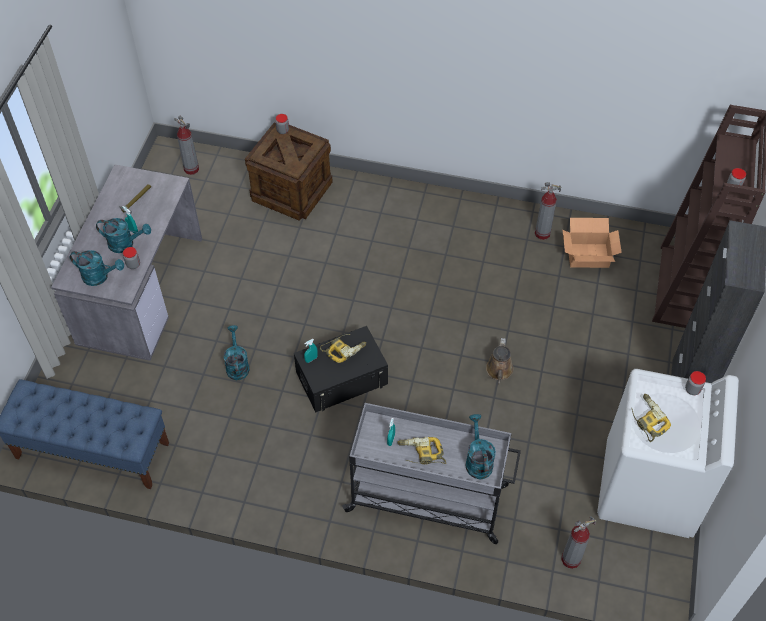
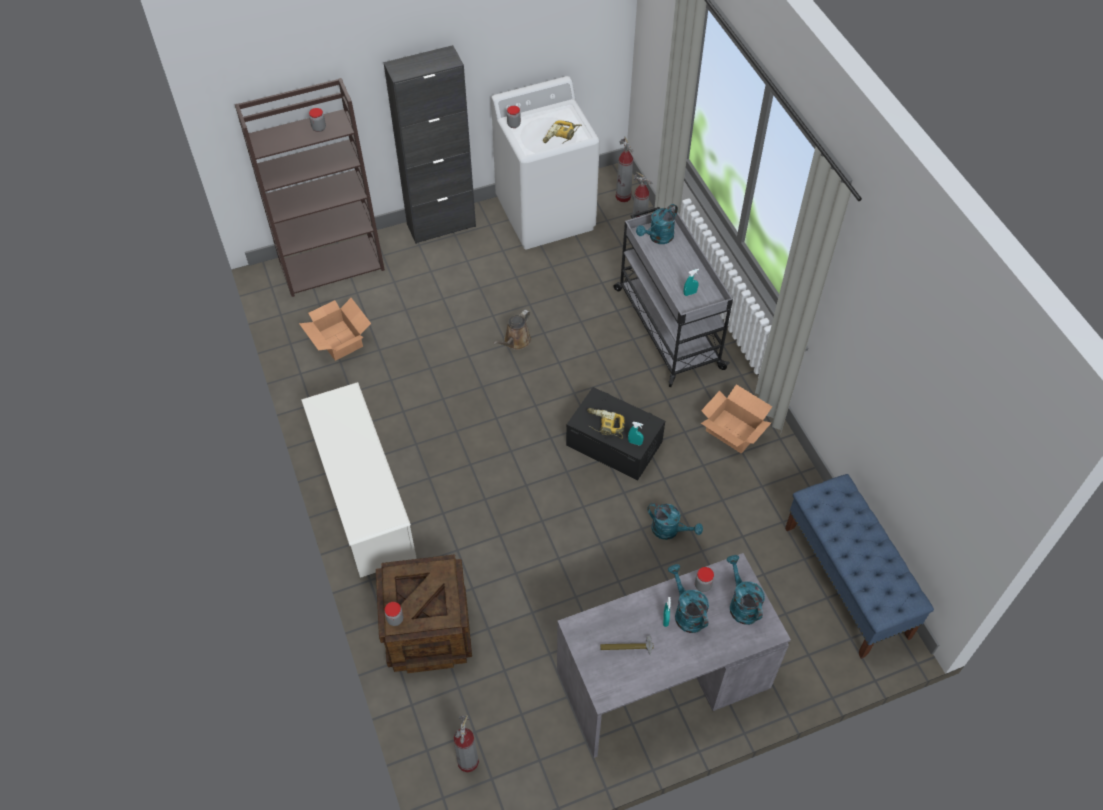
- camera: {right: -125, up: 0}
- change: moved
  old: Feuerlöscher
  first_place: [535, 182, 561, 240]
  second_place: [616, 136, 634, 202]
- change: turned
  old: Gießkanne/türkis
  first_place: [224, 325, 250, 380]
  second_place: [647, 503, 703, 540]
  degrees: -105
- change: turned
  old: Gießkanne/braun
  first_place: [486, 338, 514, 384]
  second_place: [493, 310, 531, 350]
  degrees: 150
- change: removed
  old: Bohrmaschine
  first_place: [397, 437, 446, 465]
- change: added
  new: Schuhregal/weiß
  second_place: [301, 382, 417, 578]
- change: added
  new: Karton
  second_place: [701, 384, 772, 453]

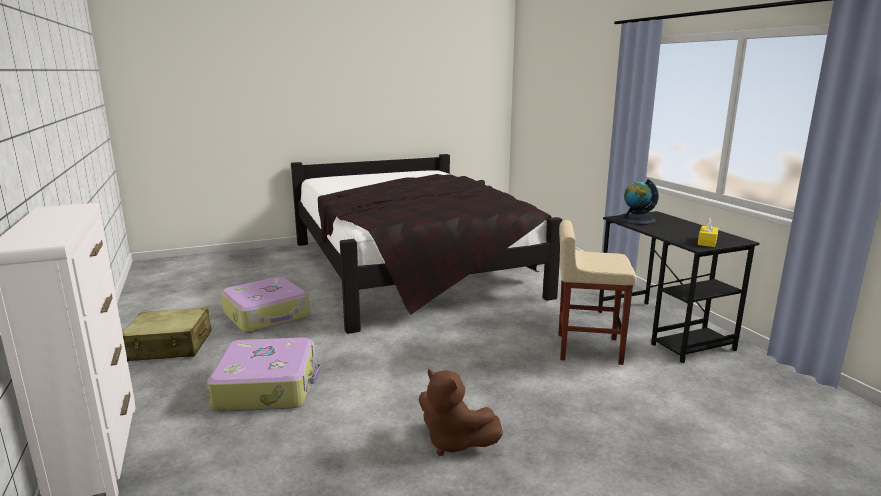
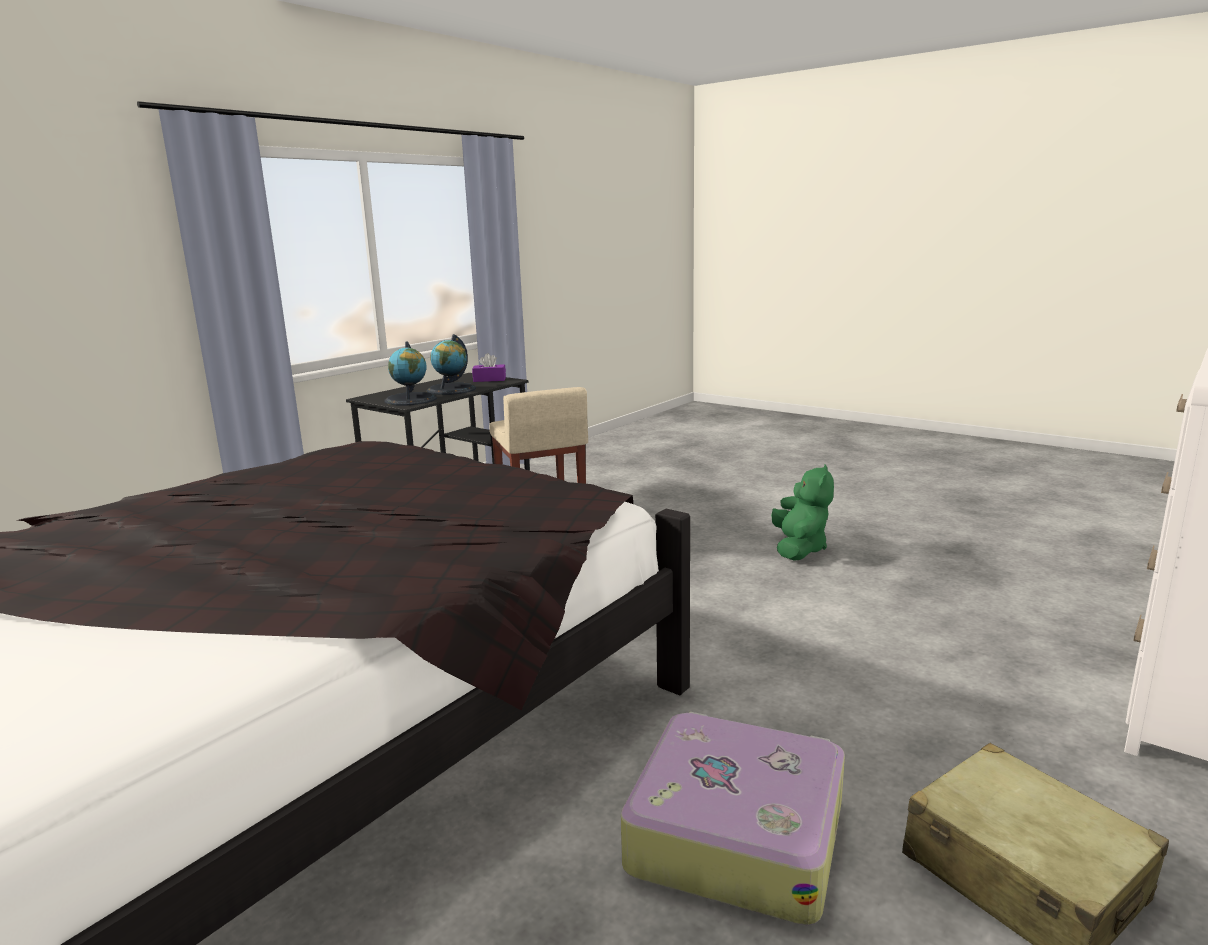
- camera: {right: -120, up: 0}
- change: recoloured
  old: Taschentuchbox/gelb
  new: Taschentuchbox/lila
  first_place: [698, 218, 719, 247]
  second_place: [472, 353, 506, 382]
- change: removed
  old: Koffer
  first_place: [207, 338, 321, 412]
- change: recoloured
  old: Plüschtier/braun
  new: Plüschtier/grün
  first_place: [419, 369, 503, 456]
  second_place: [771, 464, 834, 561]
- change: added
  new: Globus
  second_place: [426, 334, 476, 395]

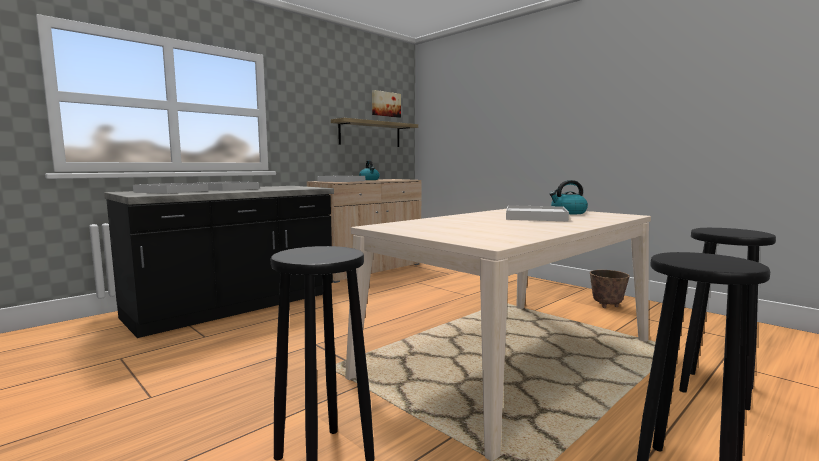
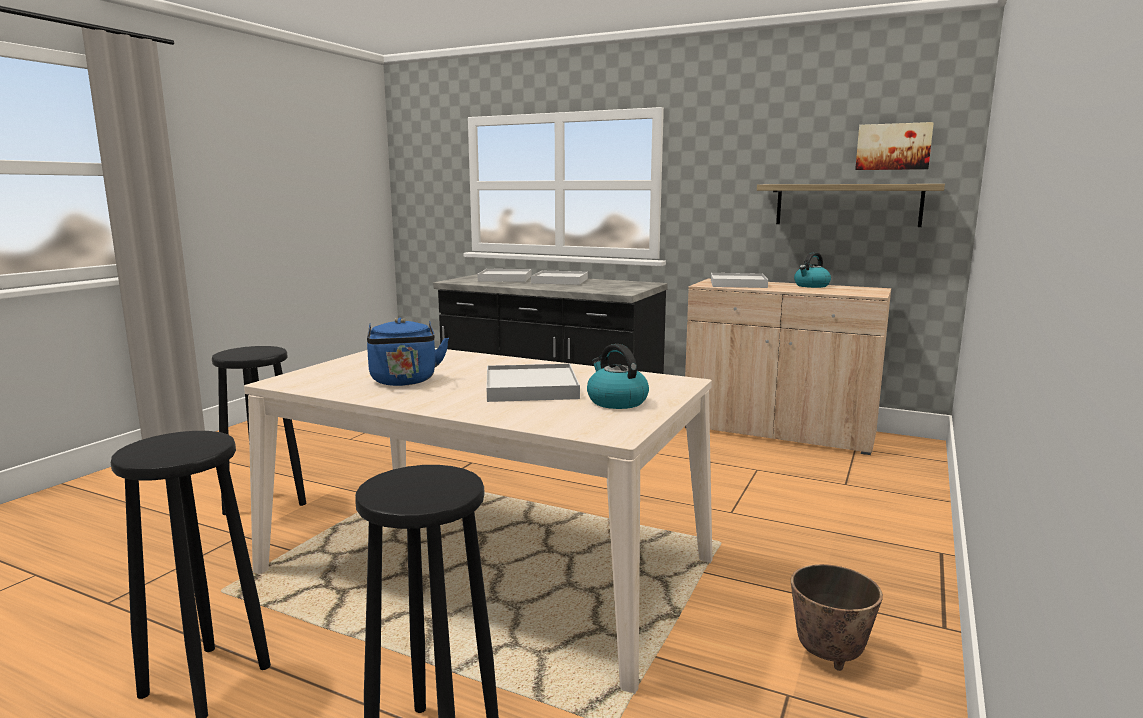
- camera: {right: 70, up: 5}
- change: added
  new: Wasserkessel/blau
  second_place: [367, 318, 449, 386]

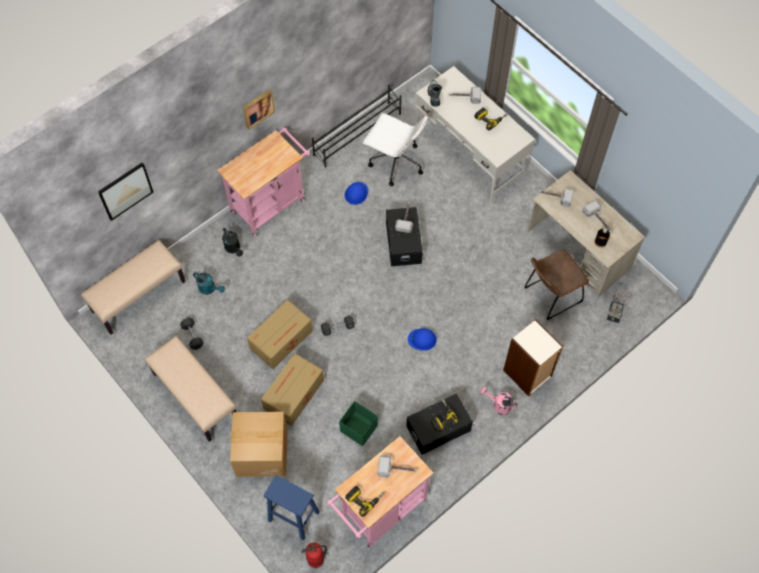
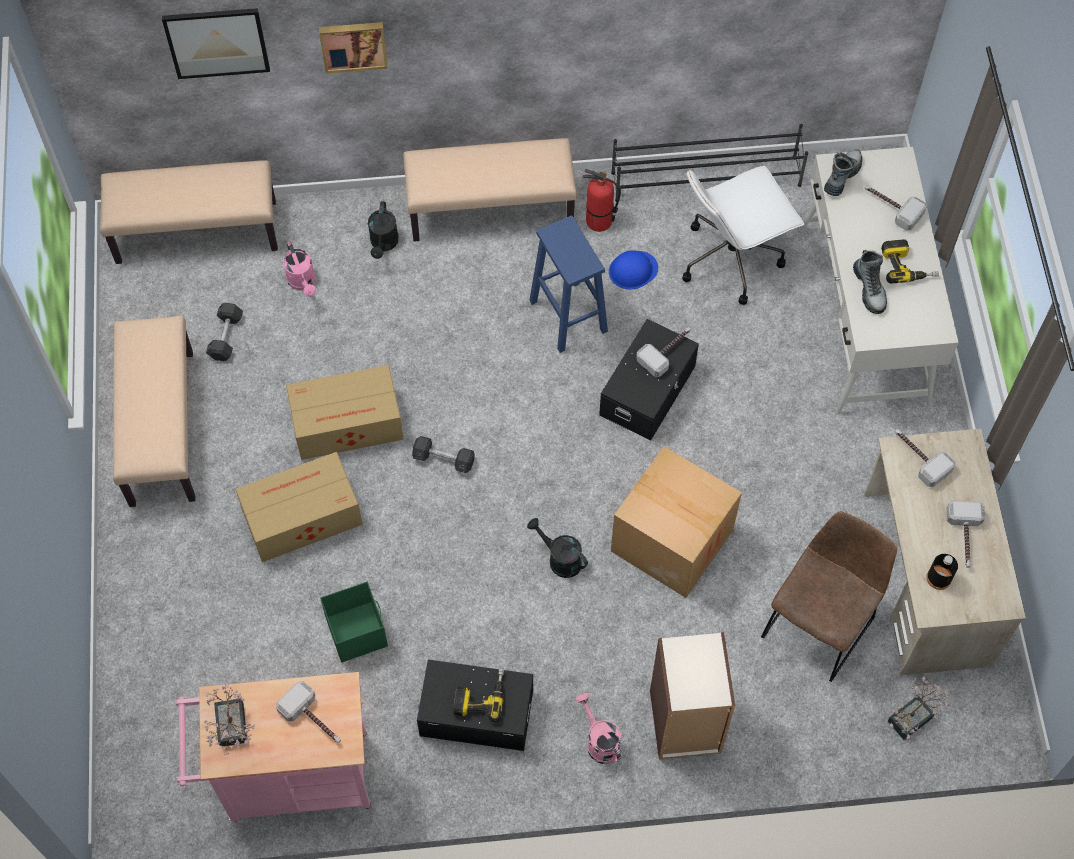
- camera: {right: 35, up: 0}
- change: moved
  old: Bild
  first_place: [243, 89, 275, 130]
  second_place: [319, 22, 388, 73]
- change: turned
  old: Bürostuhl/weiß
  first_place: [363, 113, 428, 186]
  second_place: [683, 166, 804, 305]
  degrees: 90
- change: replaced
  old: Rollwagen/rosa
  new: Bank/beige
  first_place: [217, 127, 310, 237]
  second_place: [403, 138, 577, 242]
- change: turned
  old: Stuhl/braun
  first_place: [524, 250, 589, 320]
  second_place: [761, 512, 897, 682]
  degrees: 120
- change: recoloured
  old: Gießkanne/türkis
  new: Gießkanne/rosa
  first_place: [193, 272, 225, 295]
  second_place: [283, 242, 316, 297]
- change: replaced
  old: Schutzhelm/blau
  new: Gießkanne/schwarz
  first_place: [408, 328, 437, 351]
  second_place: [527, 518, 588, 578]
- change: moved
  old: Karton
  first_place: [230, 412, 288, 477]
  second_place: [611, 446, 742, 598]
- change: moved
  old: Hocker/blau
  first_place: [263, 475, 320, 540]
  second_place: [529, 216, 608, 353]
- change: replaced
  old: Bohrmaschine
  new: Topfpflanze
  first_place: [345, 486, 384, 517]
  second_place: [204, 683, 255, 755]
- change: moved
  old: Feuerlöscher
  first_place: [301, 543, 327, 568]
  second_place: [583, 169, 621, 232]
- change: added
  new: Stiefel
  second_place: [853, 250, 887, 314]

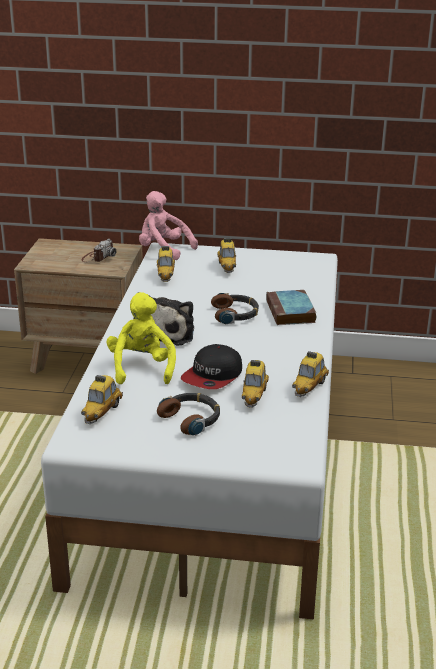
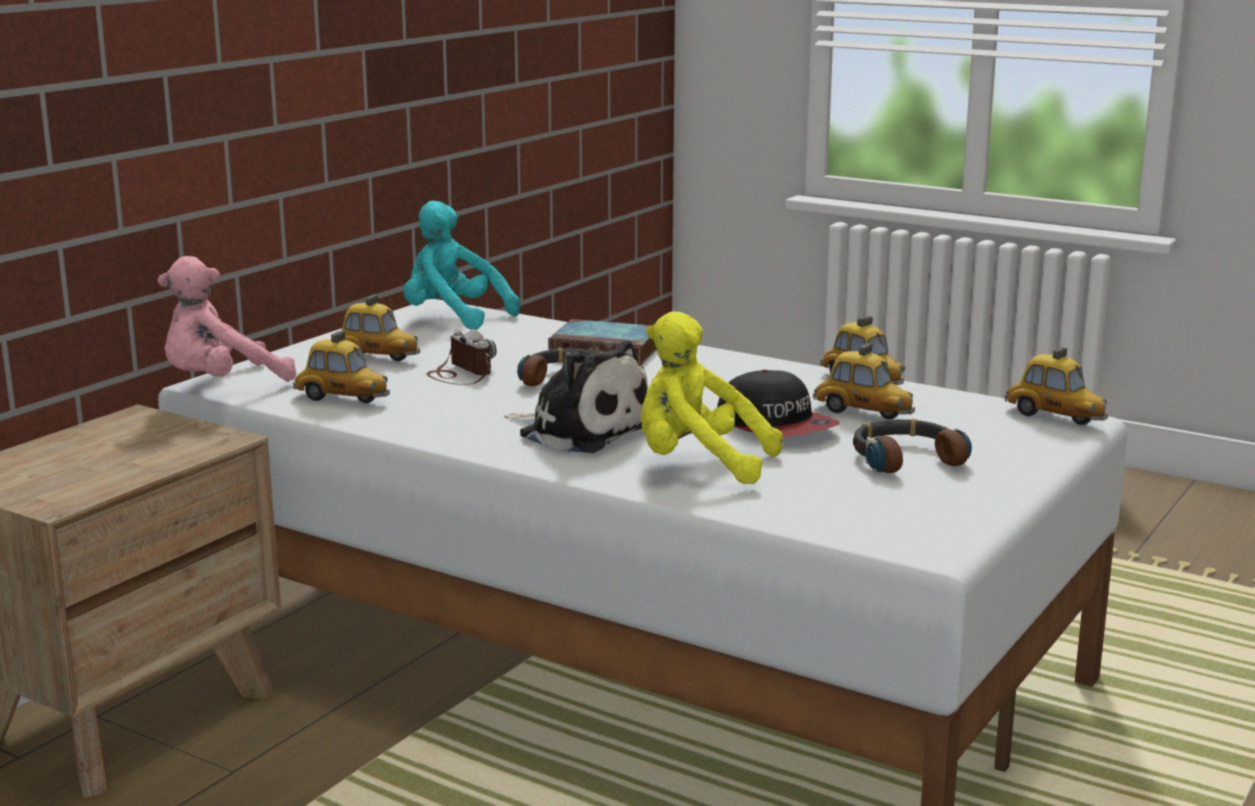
- camera: {right: -65, up: -10}
- change: moved
  old: Kamera
  first_place: [81, 239, 116, 262]
  second_place: [427, 329, 496, 385]
- change: moved
  old: Spielzeugauto
  first_place: [81, 375, 123, 424]
  second_place: [1005, 347, 1108, 425]
- change: added
  new: Plüschtier/türkis
  second_place: [403, 201, 520, 330]

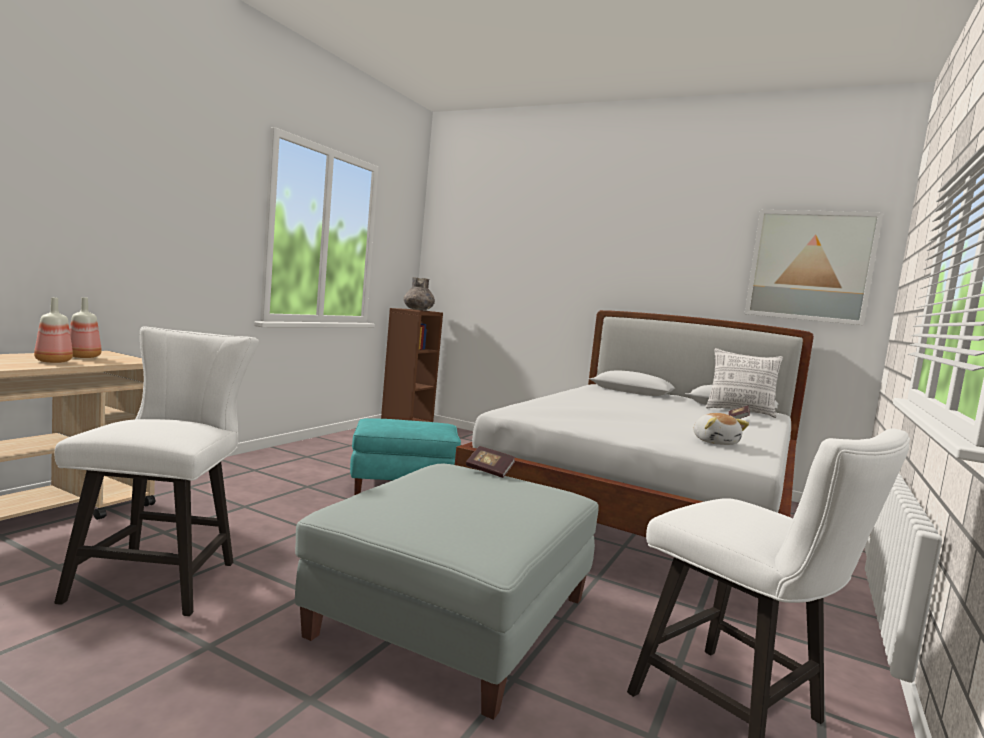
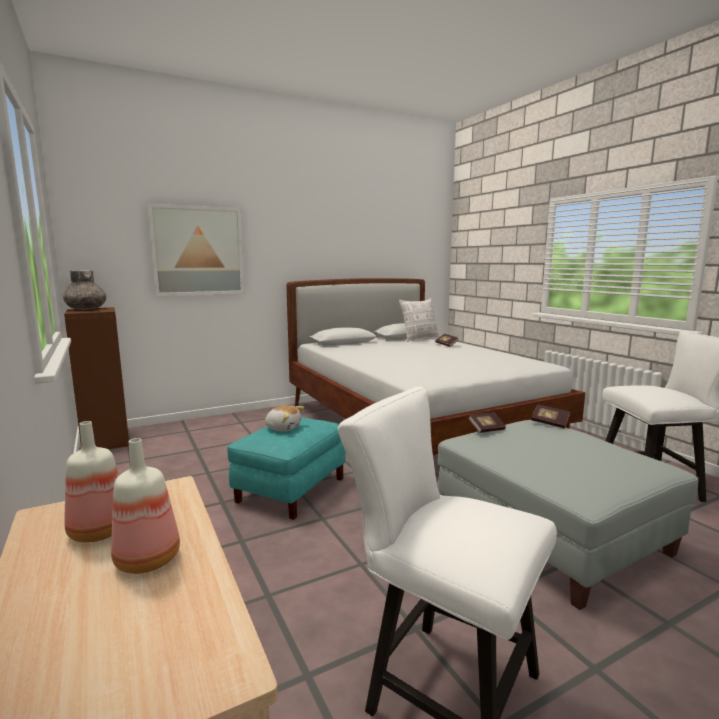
- camera: {right: -55, up: 5}
- change: moved
  old: Bild
  first_place: [745, 210, 884, 325]
  second_place: [147, 204, 245, 296]
- change: moved
  old: Plüschtier
  first_place: [694, 413, 749, 445]
  second_place: [264, 405, 304, 432]
- change: added
  new: Buch
  second_place: [531, 405, 570, 428]

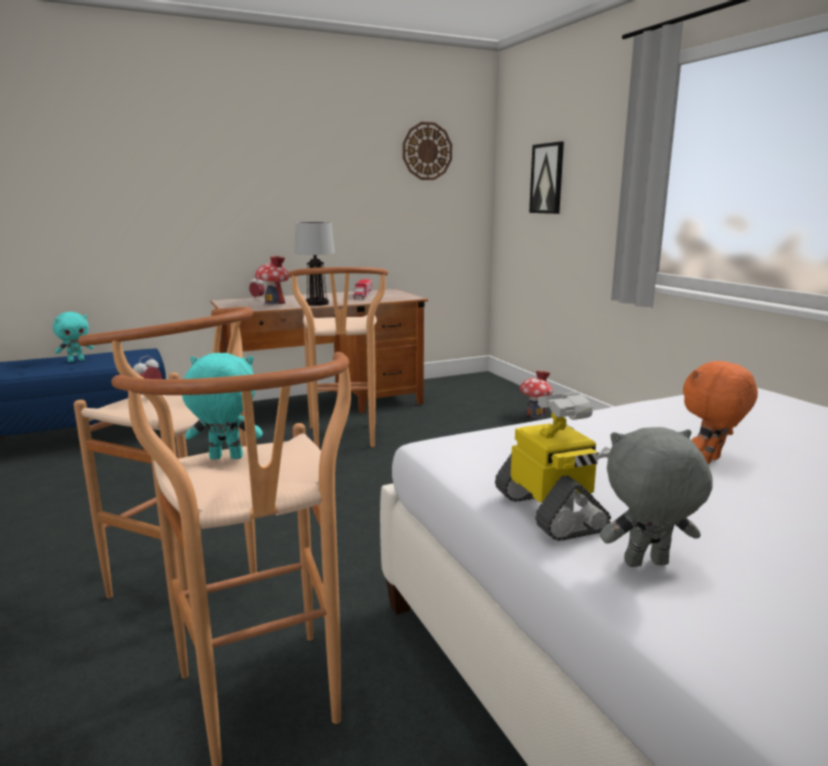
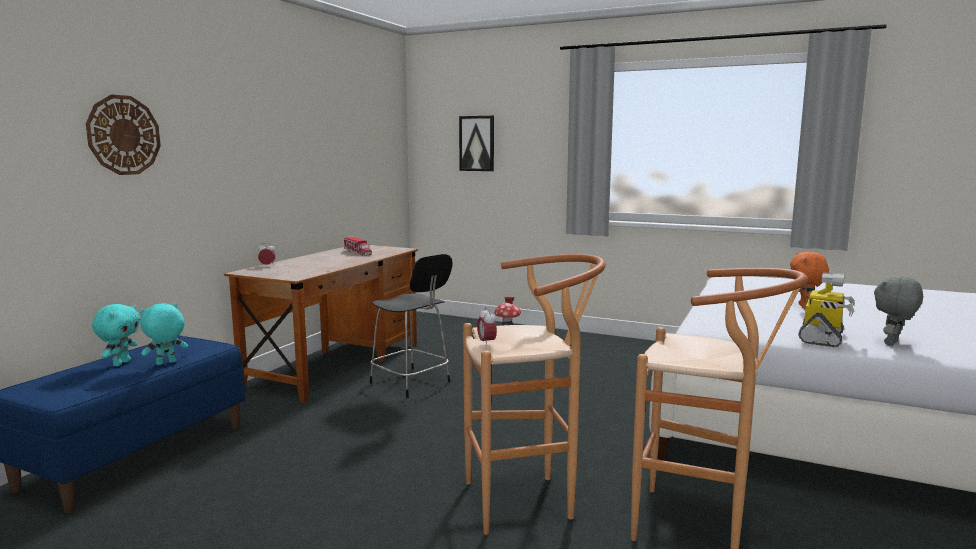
- camera: {right: -40, up: -5}
- change: moved
  old: Wanduhr
  first_place: [403, 122, 452, 180]
  second_place: [86, 94, 161, 175]
- change: removed
  old: Tischlampe
  first_place: [295, 222, 335, 306]
- change: removed
  old: Spielzeughaus
  first_place: [255, 256, 289, 304]
- change: replaced
  old: Hocker/braun
  new: Stuhl/schwarz
  first_place: [287, 267, 388, 448]
  second_place: [370, 254, 453, 398]
- change: moved
  old: Plüschtier/türkis
  first_place: [182, 353, 263, 459]
  second_place: [139, 303, 188, 365]
- change: turned
  old: Spielzeugroboter
  first_place: [495, 392, 611, 541]
  second_place: [798, 272, 855, 347]
  degrees: 90

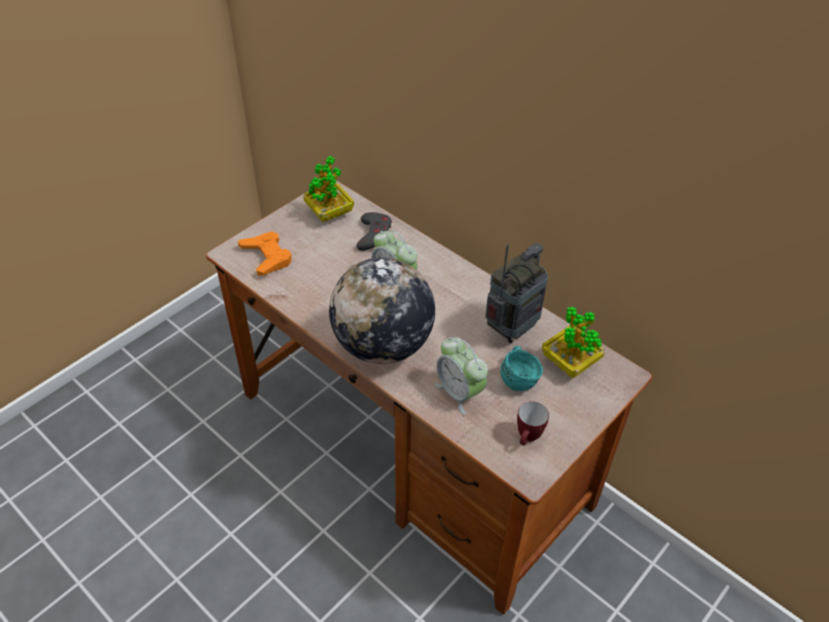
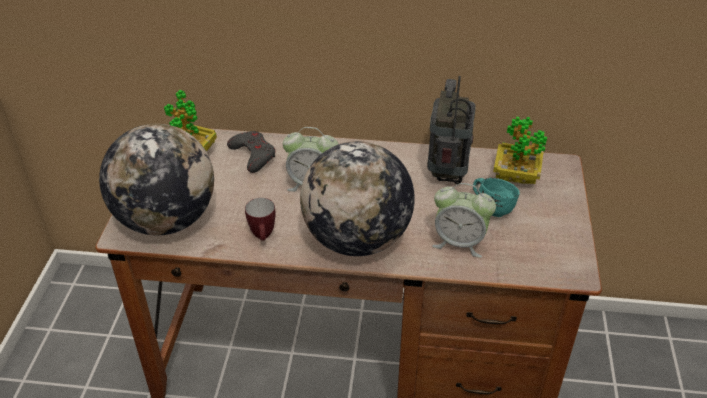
- camera: {right: -35, up: -5}
- change: replaced
  old: Gamepad/orange
  new: Globus
  first_place: [238, 231, 292, 276]
  second_place: [99, 124, 214, 235]
- change: moved
  old: Henkelbecher
  first_place: [517, 401, 549, 445]
  second_place: [245, 198, 276, 241]

